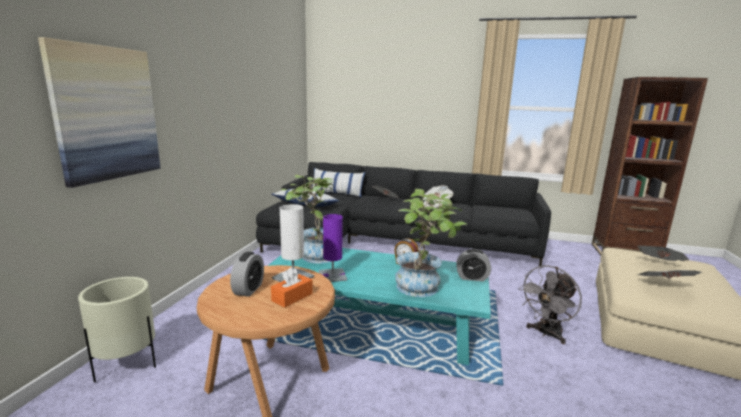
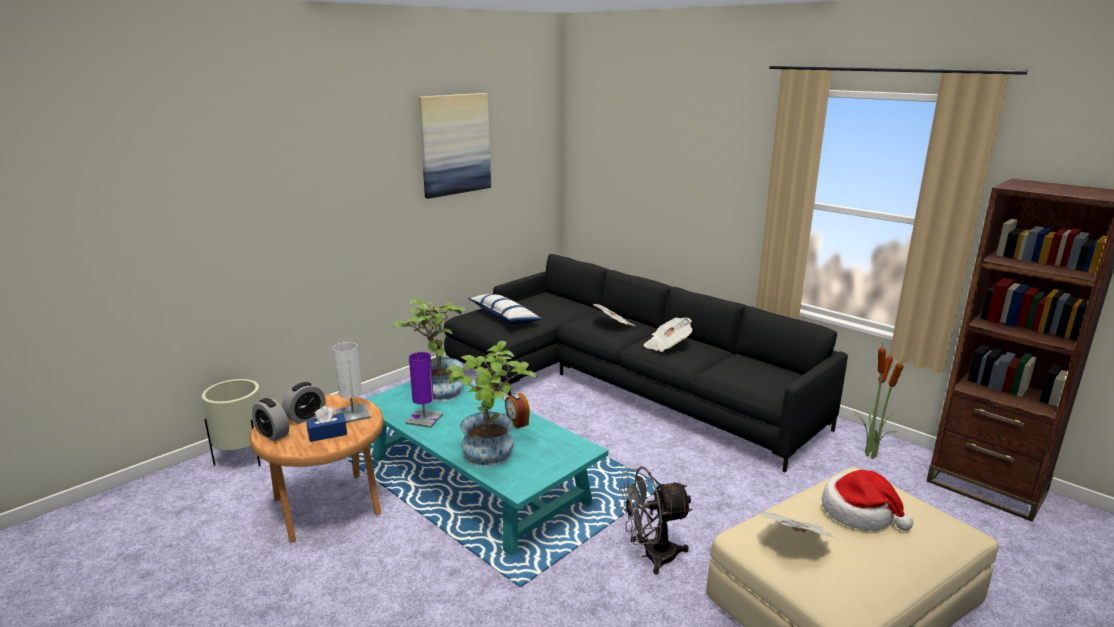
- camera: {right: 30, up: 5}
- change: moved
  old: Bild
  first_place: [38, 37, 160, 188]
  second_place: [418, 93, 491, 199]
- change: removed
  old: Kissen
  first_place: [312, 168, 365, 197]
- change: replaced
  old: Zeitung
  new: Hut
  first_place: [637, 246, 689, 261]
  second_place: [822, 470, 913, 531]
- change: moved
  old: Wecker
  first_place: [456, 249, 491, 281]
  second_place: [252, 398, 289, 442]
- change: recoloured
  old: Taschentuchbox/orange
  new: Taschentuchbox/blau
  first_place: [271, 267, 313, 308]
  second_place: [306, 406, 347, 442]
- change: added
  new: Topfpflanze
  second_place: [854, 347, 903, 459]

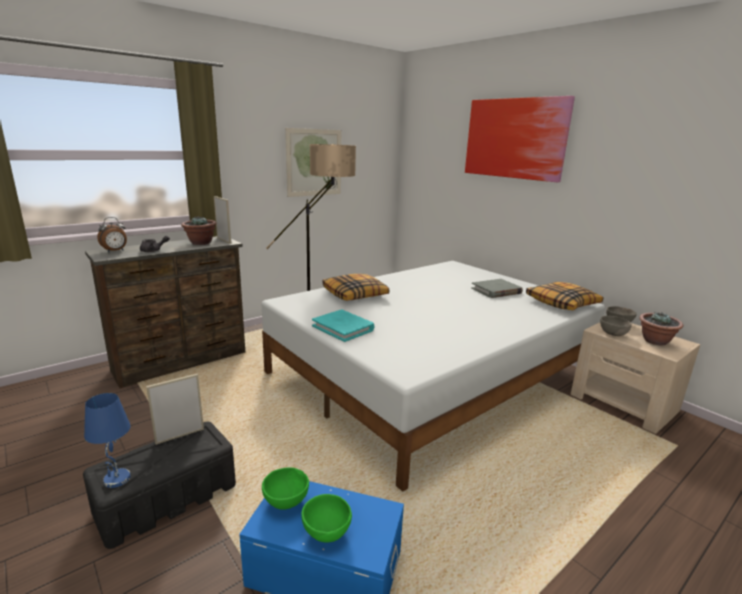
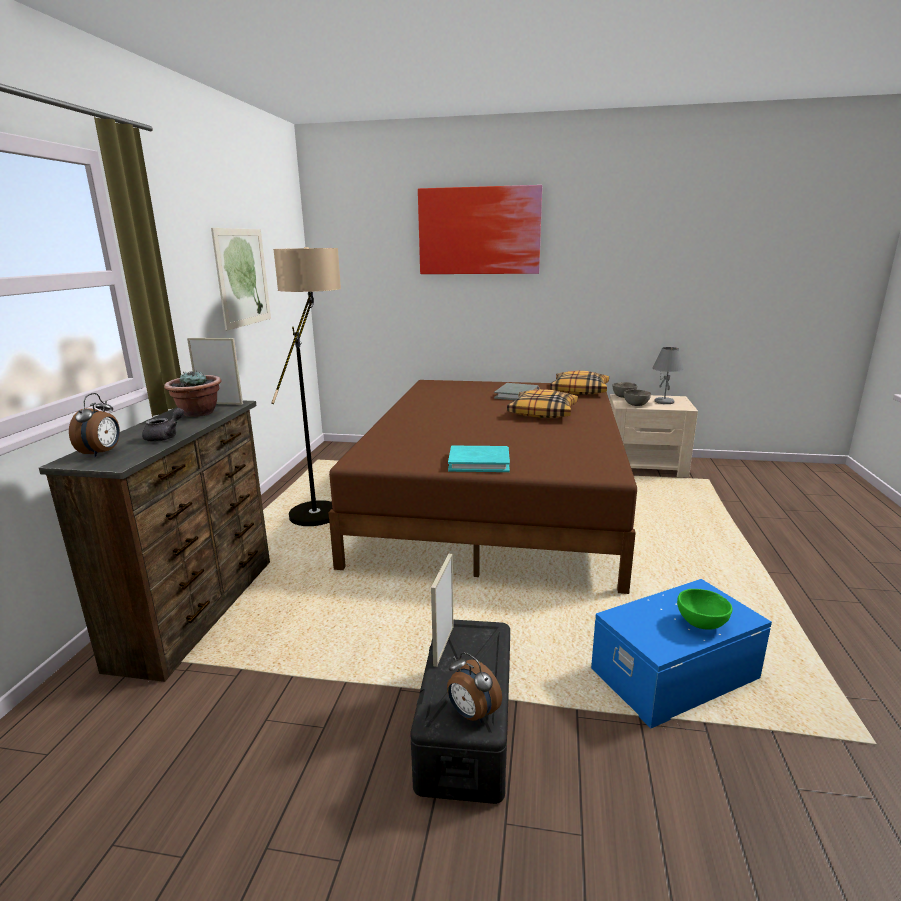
- camera: {right: -40, up: 0}
- change: recoloured
  old: Bett/weiß
  new: Bett/braun
  first_place: [262, 261, 605, 492]
  second_place: [328, 380, 637, 594]
- change: moved
  old: Kissen
  first_place: [323, 274, 389, 301]
  second_place: [507, 389, 578, 418]
- change: replaced
  old: Topfpflanze
  new: Tischlampe/grau
  first_place: [639, 313, 683, 346]
  second_place: [652, 347, 684, 404]
- change: replaced
  old: Tischlampe/blau
  new: Wecker
  first_place: [84, 393, 131, 488]
  second_place: [447, 652, 502, 723]
- change: removed
  old: Schüssel/grün
  first_place: [262, 467, 309, 510]

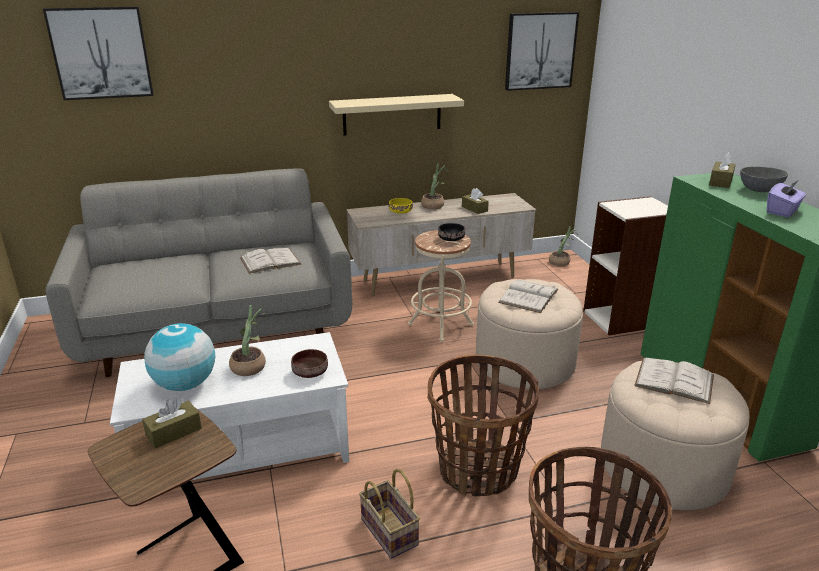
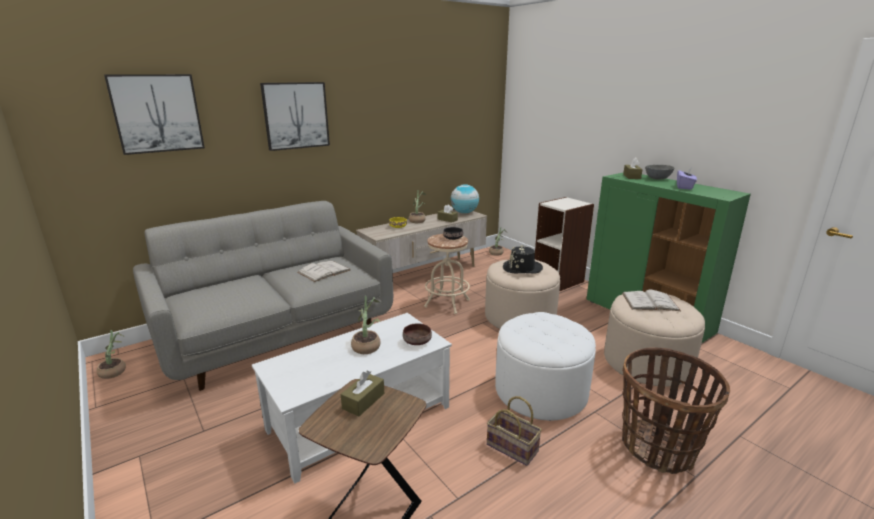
- camera: {right: -20, up: -5}
- change: moved
  old: Bild
  first_place: [505, 12, 579, 91]
  second_place: [260, 82, 330, 151]
- change: removed
  old: Wandregal/beige
  first_place: [329, 94, 464, 136]
- change: replaced
  old: Buch/weiß
  new: Hut/schwarz
  first_place: [498, 279, 559, 313]
  second_place: [503, 245, 543, 273]
- change: moved
  old: Globus
  first_place: [144, 323, 215, 391]
  second_place: [450, 184, 479, 213]
- change: replaced
  old: Korb
  new: Polsterhocker/weiß
  first_place: [428, 355, 539, 496]
  second_place: [495, 312, 596, 421]
- change: added
  new: Topfpflanze
  second_place: [97, 330, 126, 379]

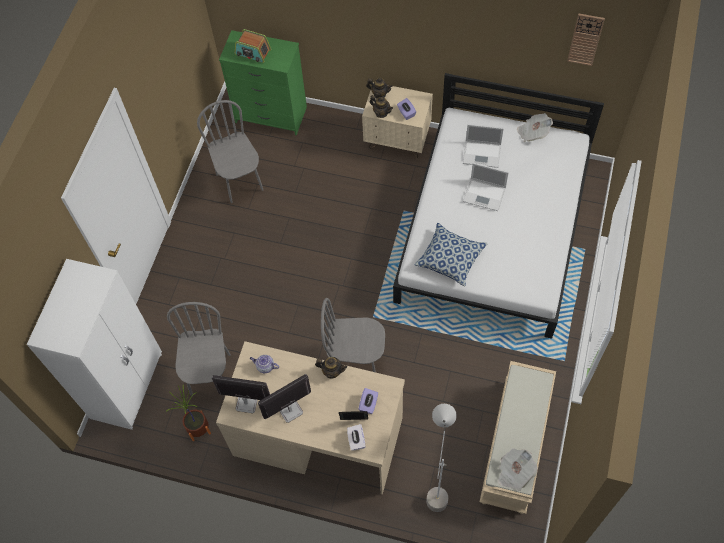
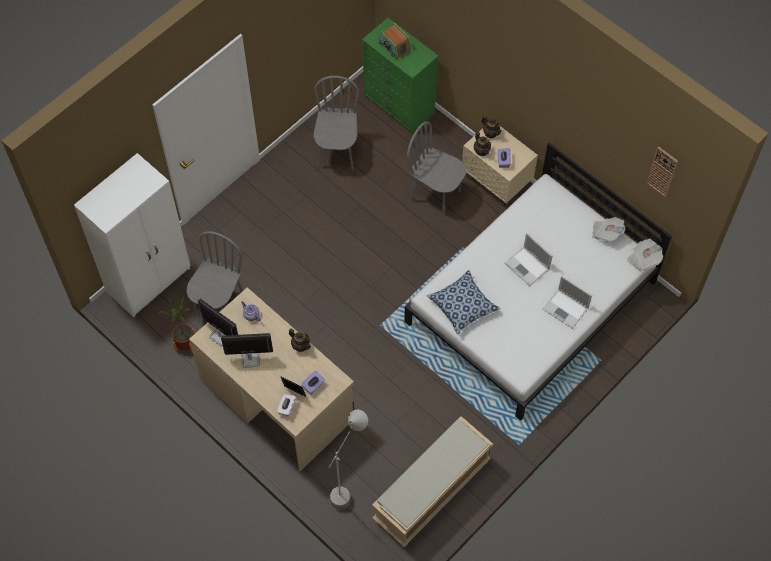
- camera: {right: 25, up: 0}
- change: moved
  old: Laptop
  first_place: [463, 124, 504, 168]
  second_place: [543, 276, 592, 329]
- change: moved
  old: Stuhl/grau
  first_place: [321, 298, 385, 372]
  second_place: [407, 121, 466, 217]
- change: moved
  old: Zeitung
  first_place: [498, 449, 538, 491]
  second_place: [627, 239, 663, 272]

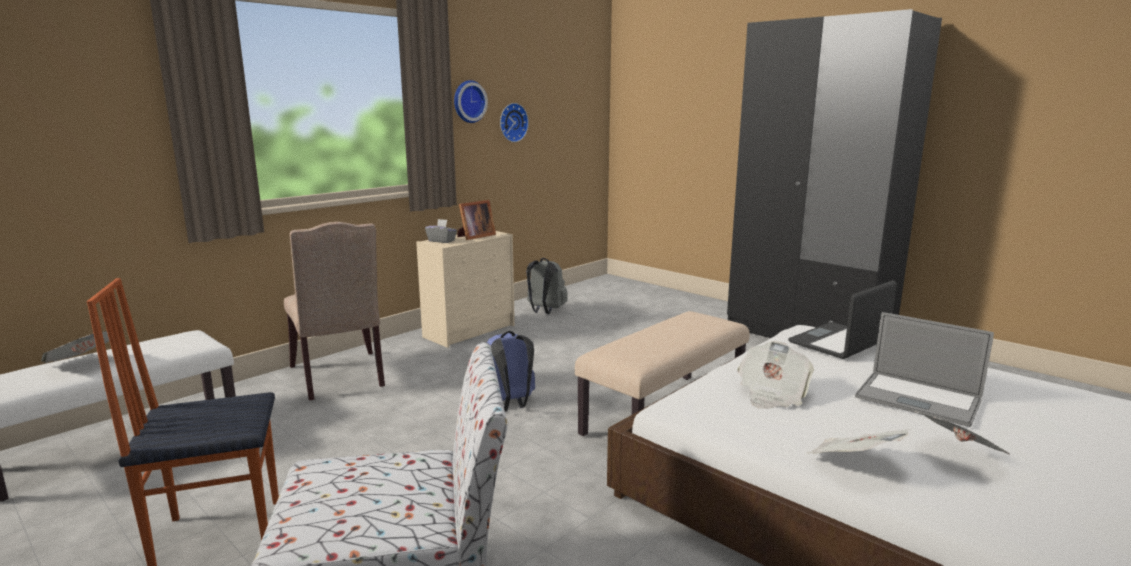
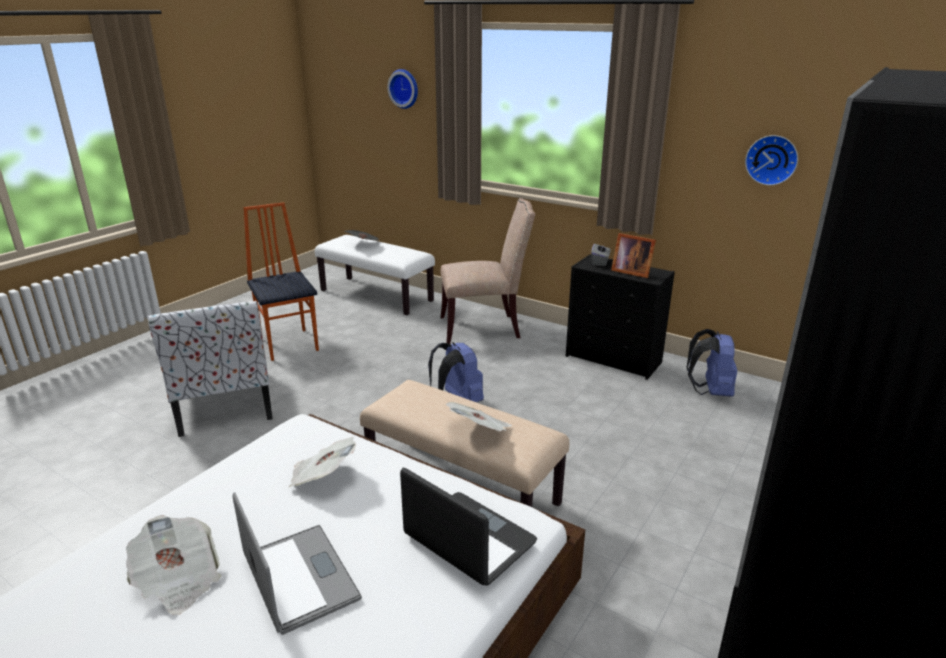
- camera: {right: 80, up: 10}
- change: moved
  old: Wanduhr
  first_place: [454, 80, 488, 123]
  second_place: [387, 69, 418, 109]
- change: turned
  old: Stuhl/beige
  first_place: [284, 222, 385, 401]
  second_place: [441, 198, 535, 344]
  degrees: -150
- change: recoloured
  old: Kommode/beige
  new: Kommode/schwarz
  first_place: [416, 231, 515, 348]
  second_place: [566, 254, 675, 380]
- change: recoloured
  old: Rucksack/grau
  new: Rucksack/blau
  first_place: [526, 258, 568, 314]
  second_place: [687, 329, 737, 397]
- change: turned
  old: Laptop
  first_place: [855, 312, 994, 427]
  second_place: [233, 492, 362, 635]
  degrees: 120
- change: moved
  old: Zeitung
  first_place: [808, 429, 911, 454]
  second_place: [446, 402, 512, 432]

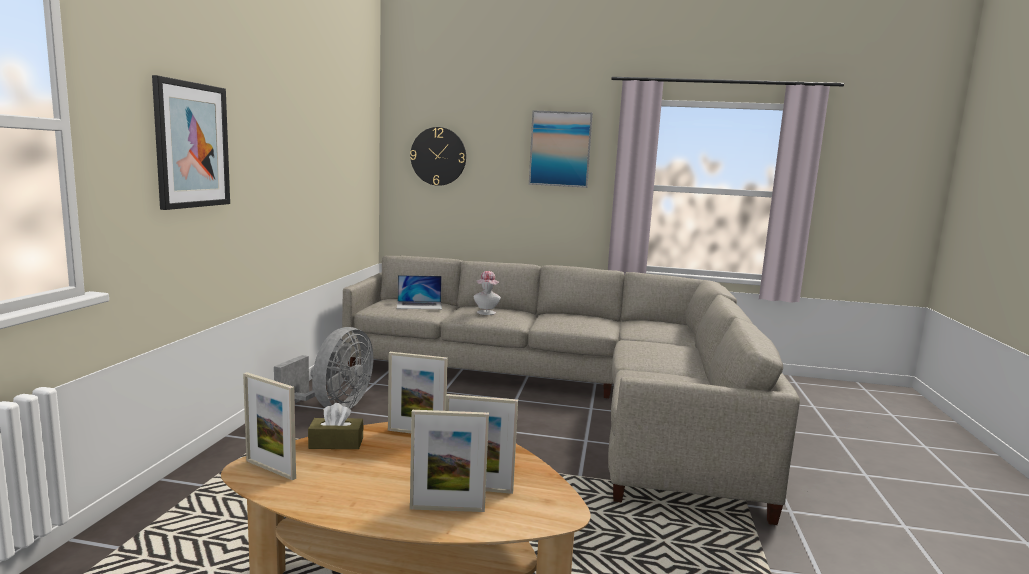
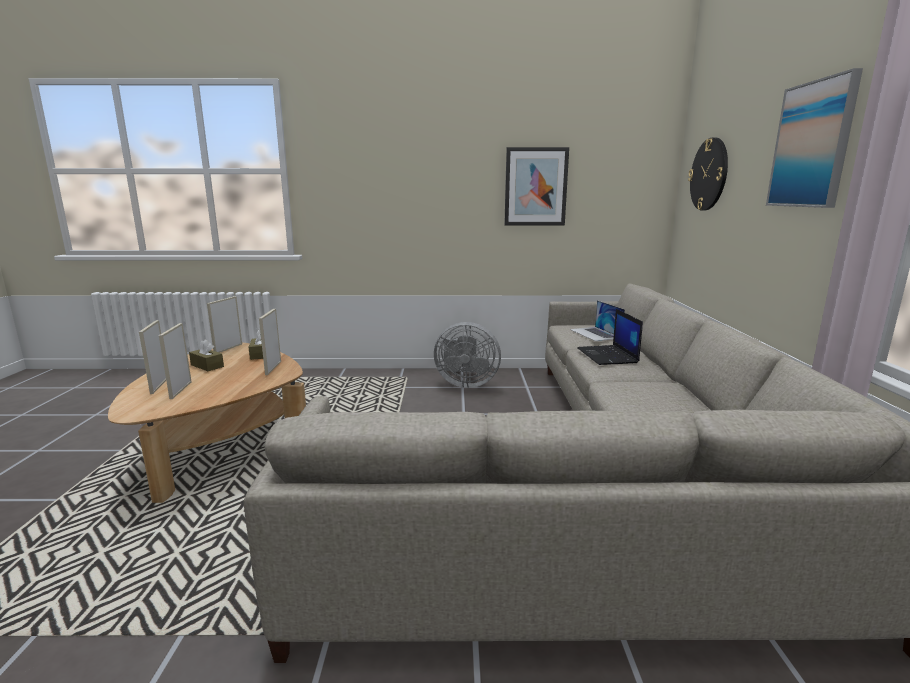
- camera: {right: 80, up: 5}
- change: moved
  old: Bild
  first_place: [152, 75, 230, 210]
  second_place: [504, 147, 569, 225]
- change: replaced
  old: Hut
  new: Laptop
  first_place: [473, 271, 501, 315]
  second_place: [577, 309, 643, 365]
- change: added
  new: Taschentuchbox/braun
  second_place: [189, 340, 224, 371]

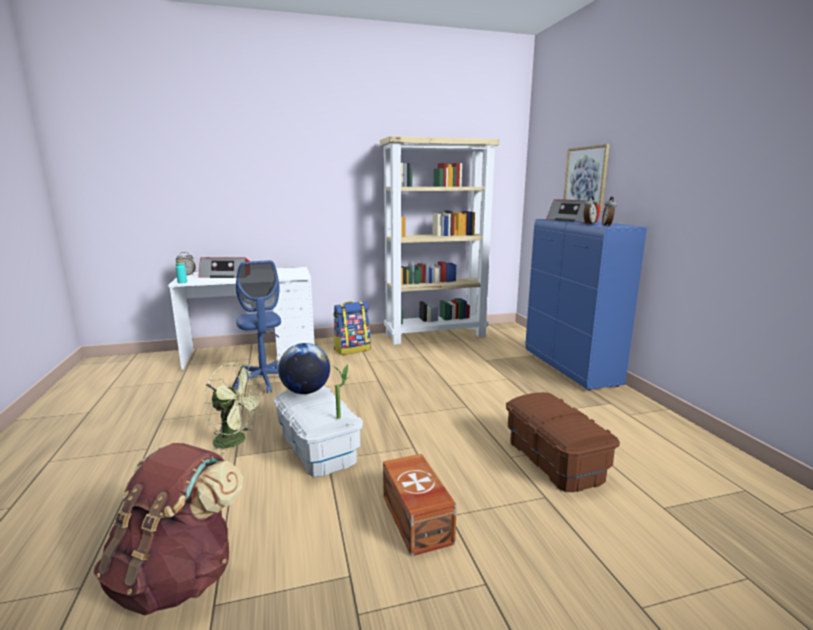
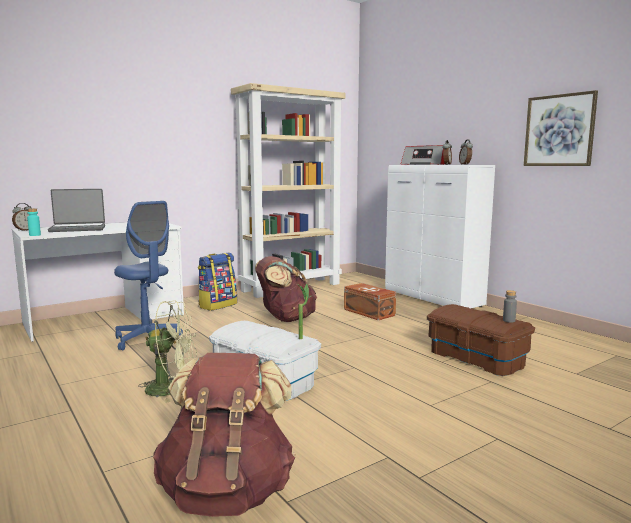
- camera: {right: -20, up: -5}
- change: moved
  old: Bild
  first_place: [563, 144, 610, 212]
  second_place: [524, 90, 598, 166]
- change: recoloured
  old: Schrank/blau
  new: Schrank/weiß
  first_place: [525, 219, 647, 391]
  second_place: [385, 165, 495, 308]
- change: replaced
  old: Radio
  new: Laptop
  first_place: [198, 257, 250, 278]
  second_place: [48, 189, 105, 232]
- change: removed
  old: Globus
  first_place: [278, 343, 330, 394]
- change: moved
  old: Aufbewahrungsbox/braun
  first_place: [383, 454, 457, 556]
  second_place: [344, 283, 396, 320]
- change: added
  new: Rucksack/braun
  second_place: [255, 256, 317, 322]
- change: added
  new: Flasche/grau
  second_place: [503, 290, 517, 323]

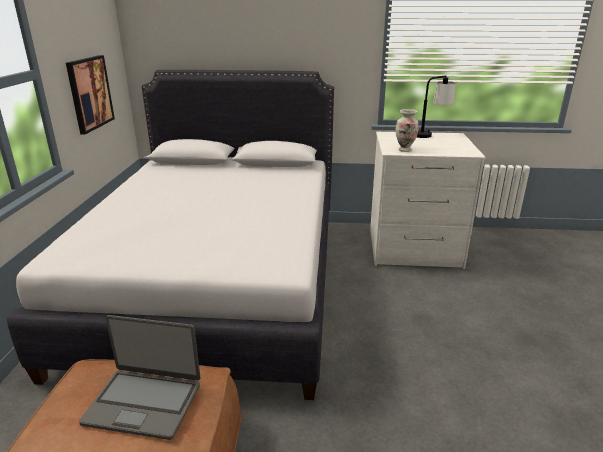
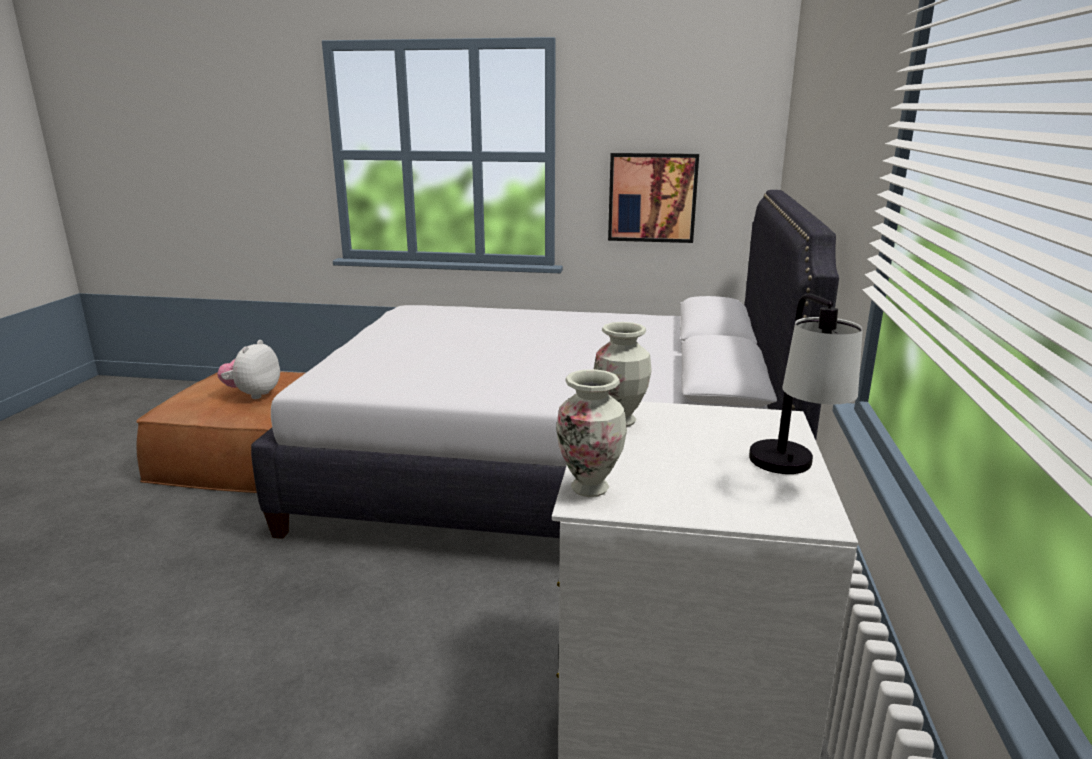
- camera: {right: 95, up: -5}
- change: replaced
  old: Laptop
  new: Plüschtier
  first_place: [79, 315, 200, 440]
  second_place: [217, 340, 280, 399]
- change: added
  new: Vase
  second_place: [556, 369, 627, 497]

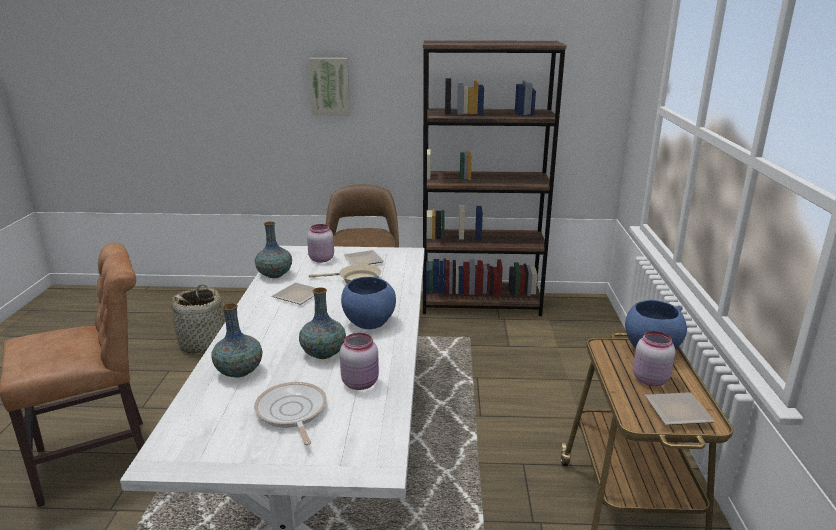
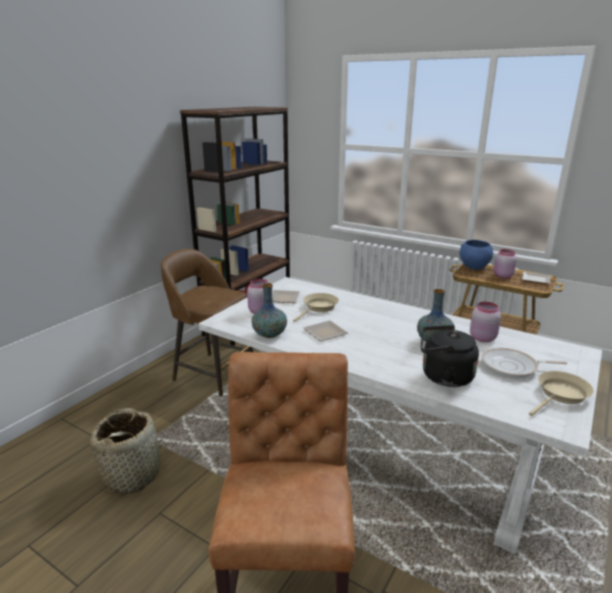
- camera: {right: -60, up: 0}
- change: removed
  old: Bild
  first_place: [309, 58, 350, 116]
- change: removed
  old: Schüssel/blau
  first_place: [341, 275, 396, 329]
- change: replaced
  old: Vase
  new: Wasserkessel/schwarz
  first_place: [211, 303, 263, 378]
  second_place: [421, 325, 479, 387]
- change: added
  new: Pfanne/beige
  second_place: [529, 371, 594, 416]

